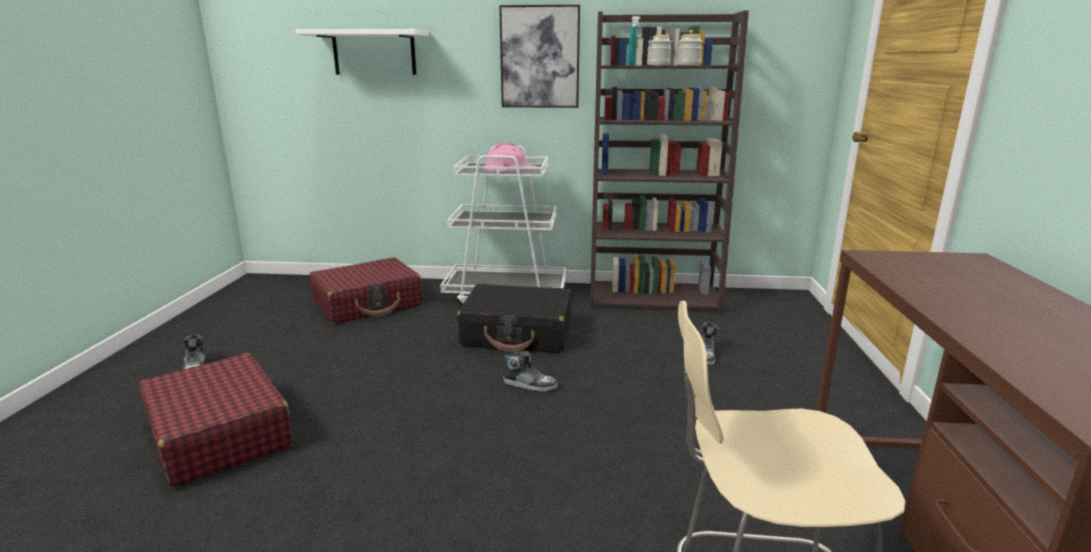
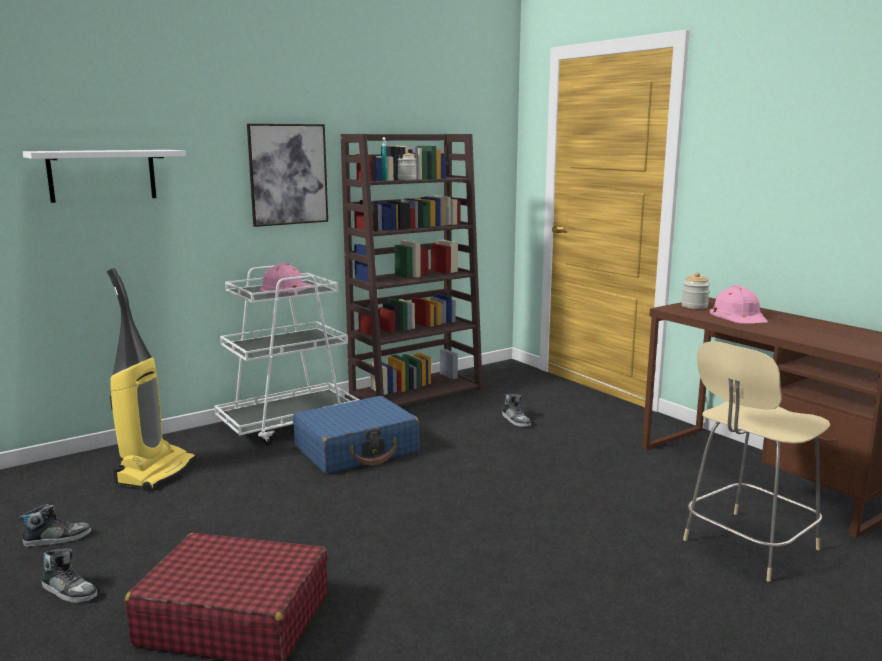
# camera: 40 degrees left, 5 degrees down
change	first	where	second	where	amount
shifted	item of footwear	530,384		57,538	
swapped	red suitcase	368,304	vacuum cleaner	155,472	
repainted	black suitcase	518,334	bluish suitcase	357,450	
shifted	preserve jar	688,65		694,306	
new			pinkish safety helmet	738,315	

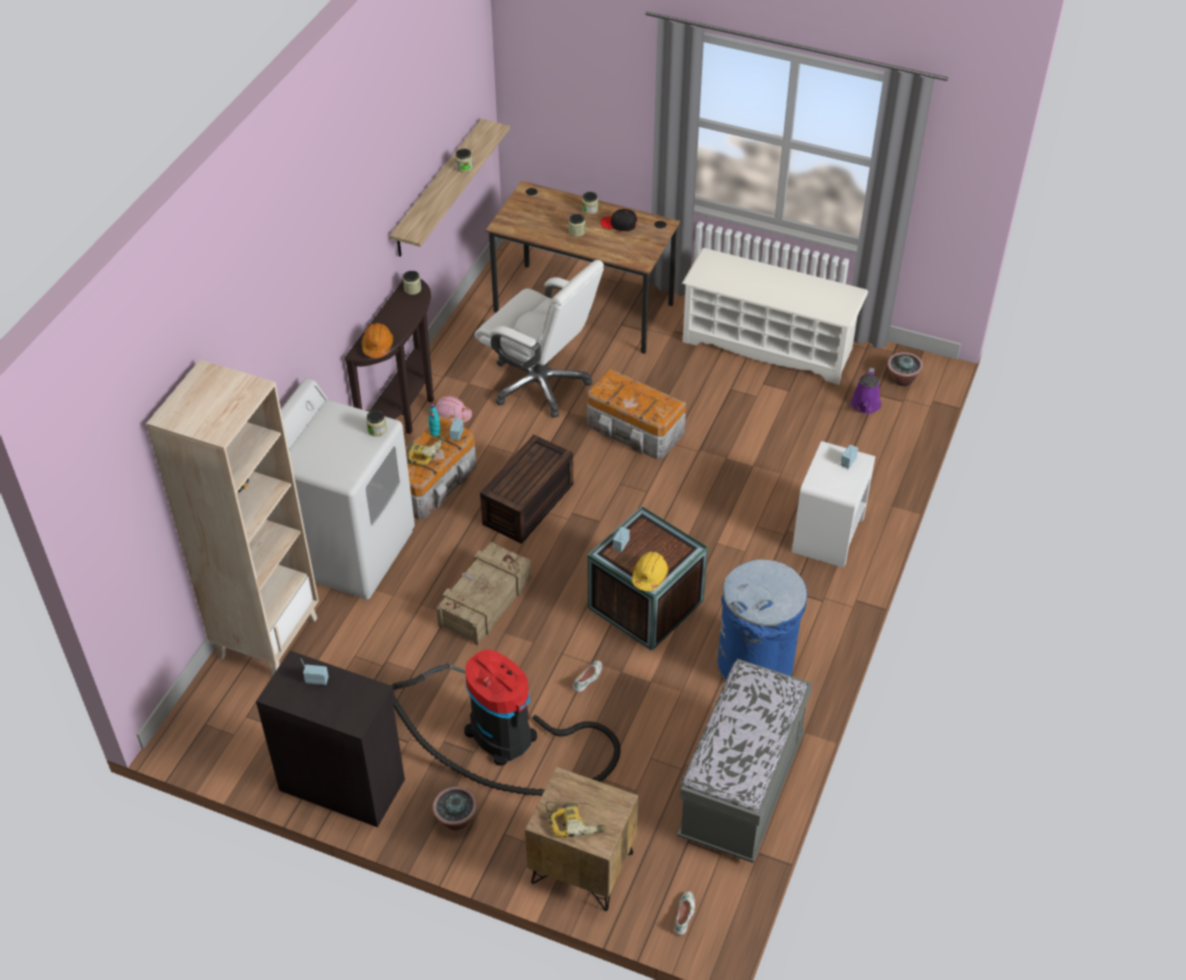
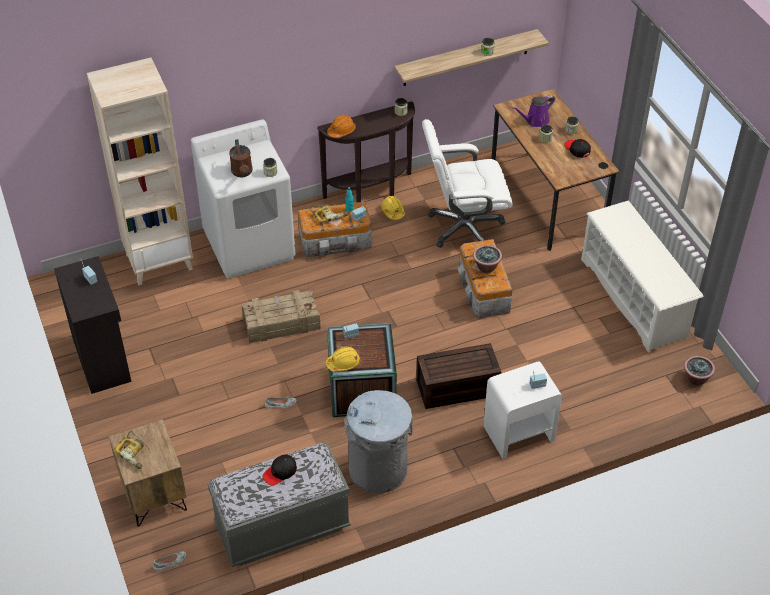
# camera: 45 degrees right, 0 degrees up
change	first	where	second	where	amount
new			brownish watering can	242,173	
new			black baseball cap	280,472	
repainted	bluish rubbish bin	756,664	gray rubbish bin	378,470	
repainted	pinkish safety helmet	452,415	yellow-coloured safety helmet	392,211	
shifted	brownish storage bin	528,505		456,389	
rotated	white-coloured office chair	541,384		464,227	90 degrees clockwise
shifted	potted plant	456,820		486,267	
shifted	purplish watering can	865,406		535,121	
gone	vacuum cleaner	508,739			

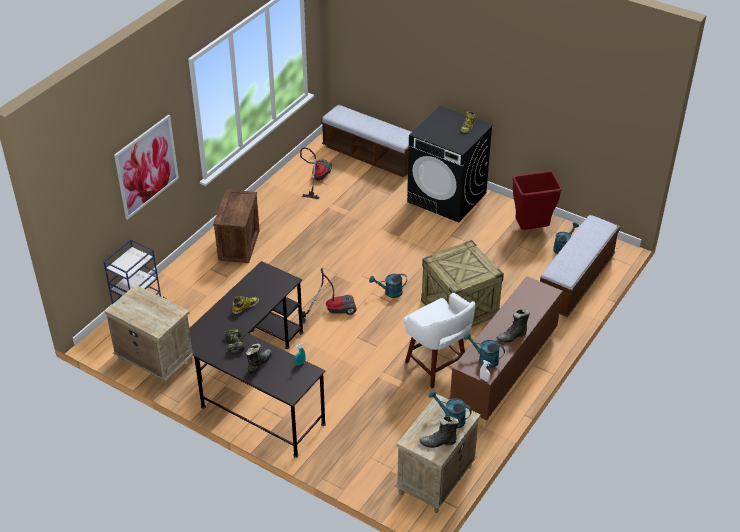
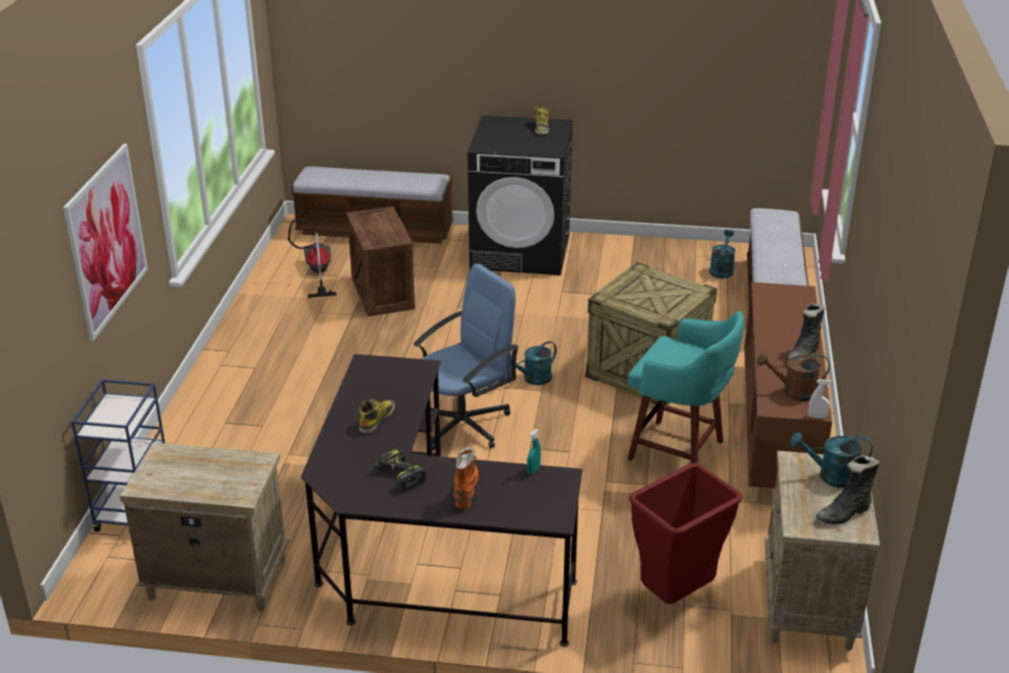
# camera: 25 degrees left, 10 degrees down
change	first	where	second	where	amount
shifted	crate	238,244		381,293	
swapped	vacuum cleaner	332,310	bluish office chair	464,424	
repainted	black tall boot	259,363	orange tall boot	465,491	
repainted	white-coloured stool	437,366	turquoise-coloured stool	679,451	
shifted	red rubbish bin	531,230		676,597	
repainted	turquoise-coloured watering can	484,359	brownish watering can	793,392	

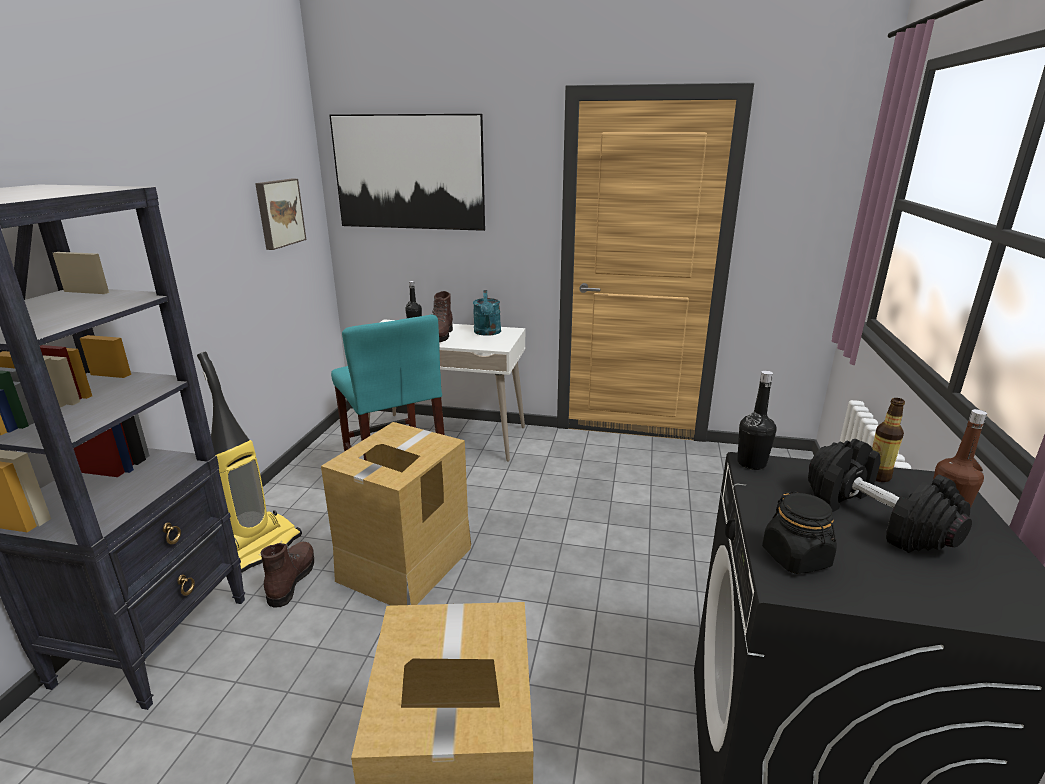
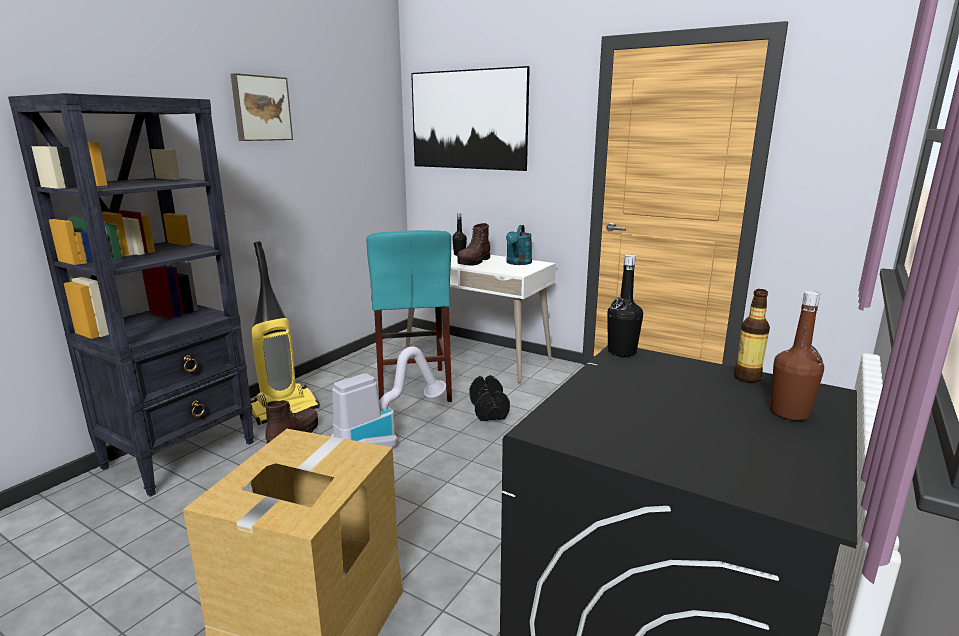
# camera: 20 degrees right, 5 degrees down
change	first	where	second	where	amount
shifted	wall art	279,213		261,108	
swapped	carton	404,563	vacuum cleaner	385,441	
shifted	black free weight	877,518		489,410	
gone	black preserve jar	796,558			

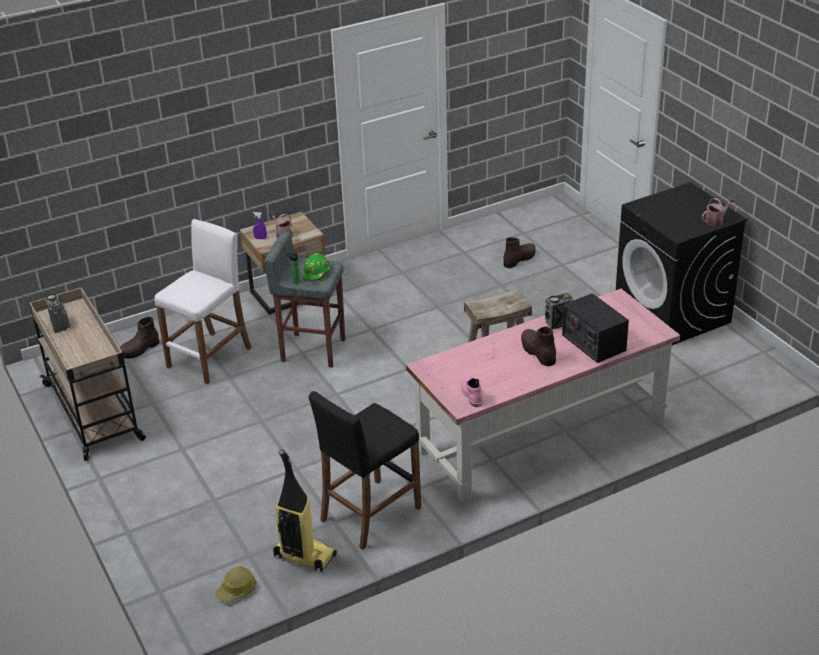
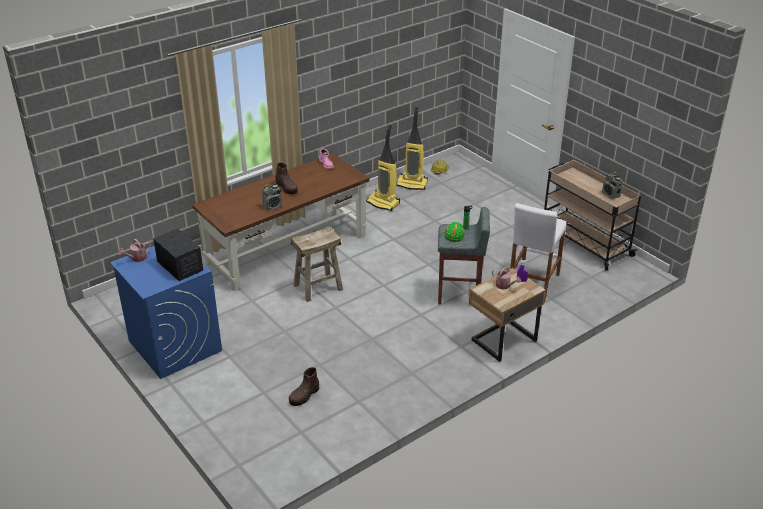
# camera: 170 degrees right, 0 degrees up
change	first	where	second	where	amount
repainted	black washing machine	673,314	bluish washing machine	174,345	
shifted	radio receiver	593,342		180,266	
repainted	pinkish desk table	540,435	brownish desk table	287,248	
swapped	black stool	370,514	vacuum cleaner	383,203	
gone	brownish tall boot	140,350			

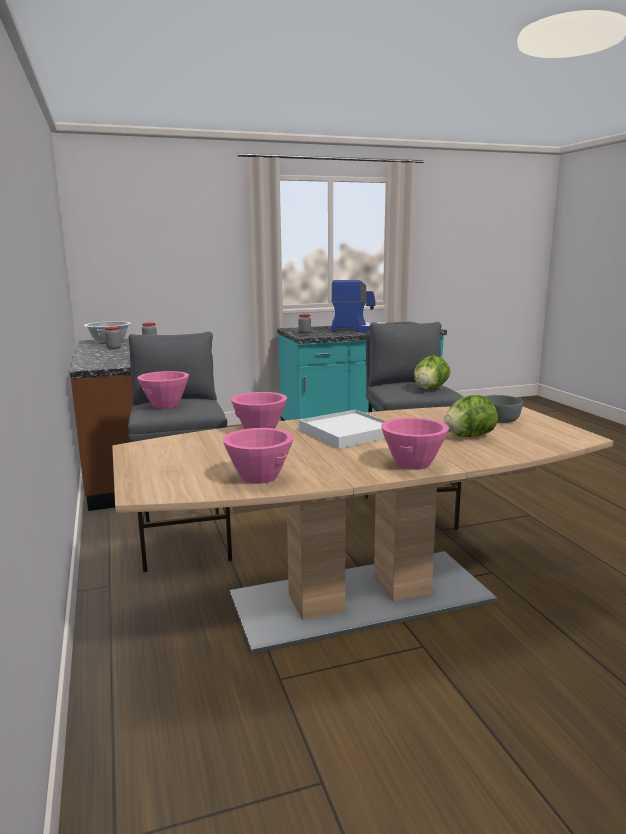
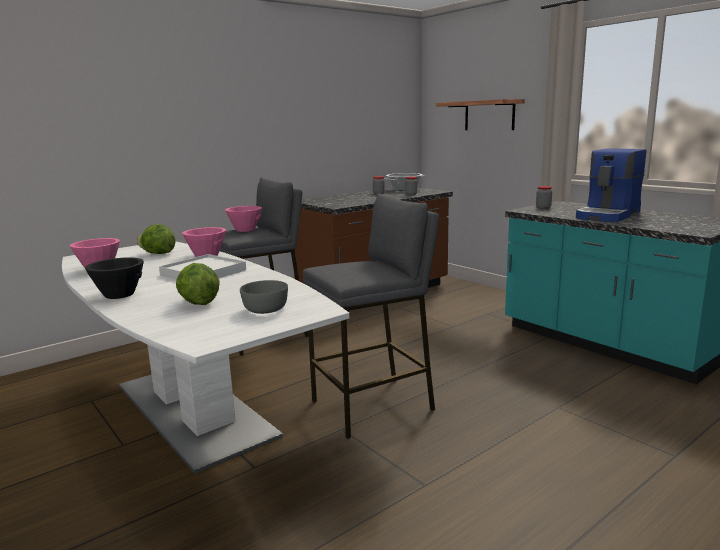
# camera: 70 degrees right, 0 degrees up
change	first	where	second	where	amount
repainted	brownish kitchen table	360,598	white-coloured kitchen table	193,409	
repainted	pinkish bowl	412,463	black bowl	119,294	
shifted	head of lettuce	430,389		158,253	
new			wall shelf	489,115	
rotated	coffee brewer	357,330		608,215	60 degrees clockwise

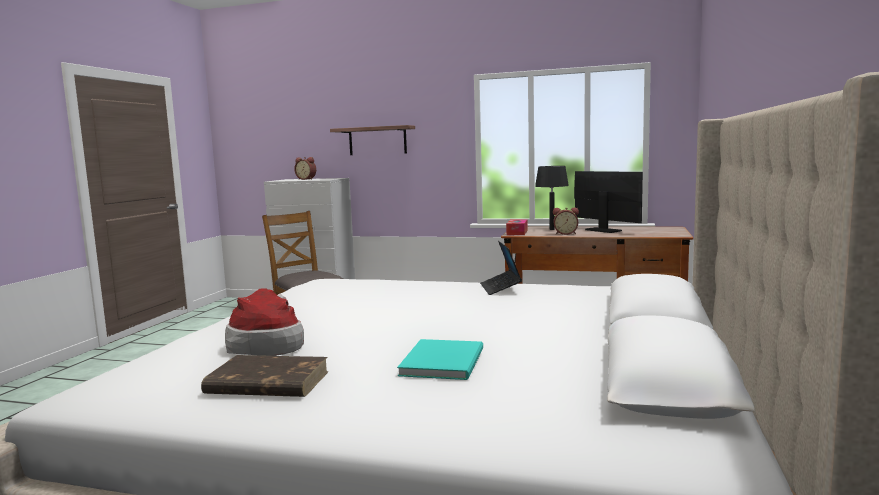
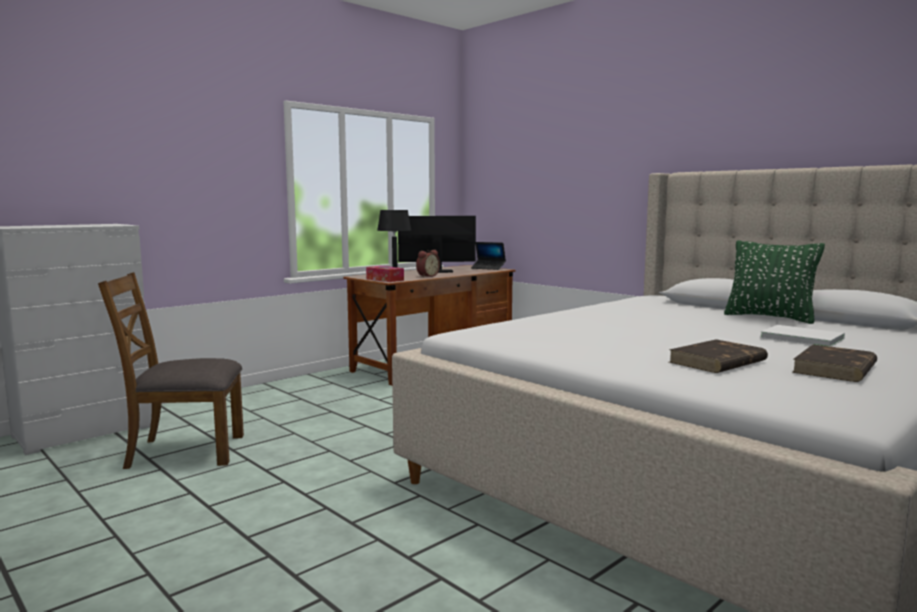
# camera: 60 degrees left, 0 degrees up
change	first	where	second	where	amount
shifted	laptop	500,288		488,268	
swapped	clothing hat	268,344	brownish book	717,362	
new			green-coloured throw pillow	770,317	
repainted	turquoise-coloured book	445,361	white-coloured book	800,338	
gone	table clock	306,179			
gone	wall shelf	377,141			

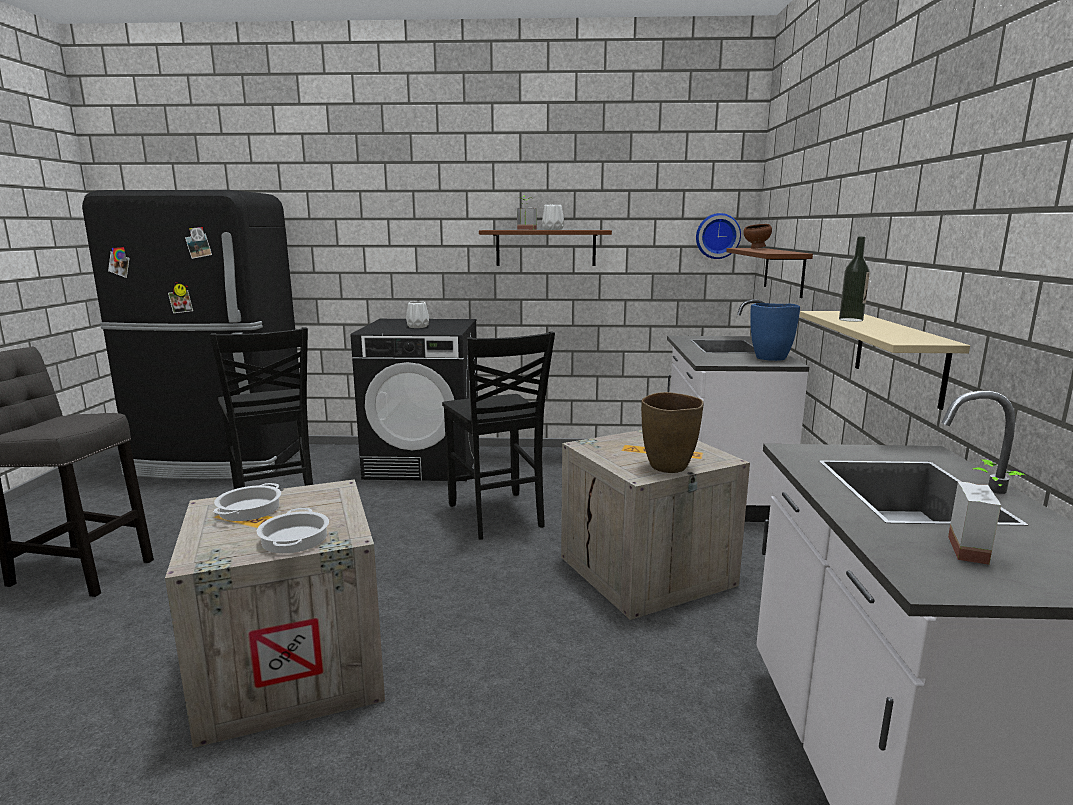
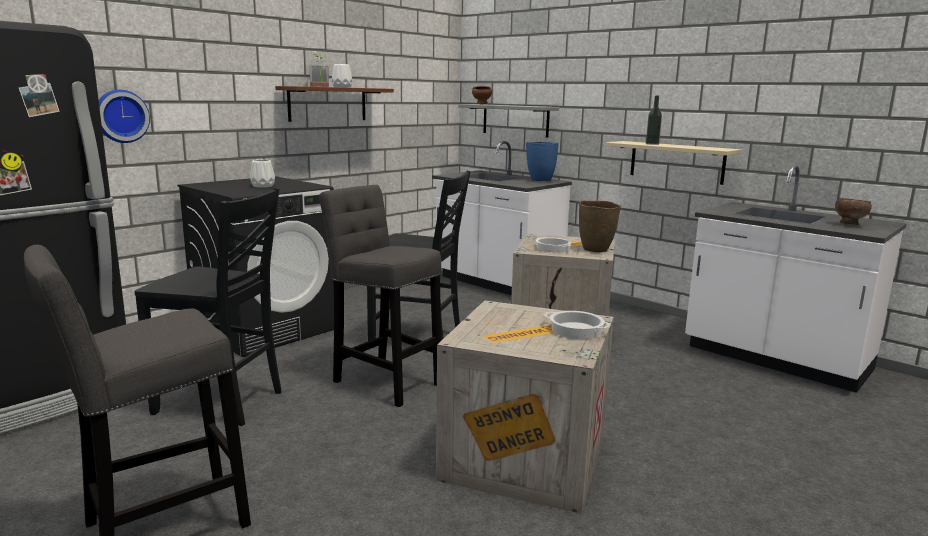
# camera: 50 degrees left, 0 degrees up
change	first	where	second	where	amount
shifted	wall clock	717,236		121,116	
new			gray stool	384,381	
repainted	brownish wall shelf	784,271	gray wall shelf	515,120	
shifted	saucepot	249,509		552,248	
swapped	potted plant	981,552	brownish bowl	849,224	

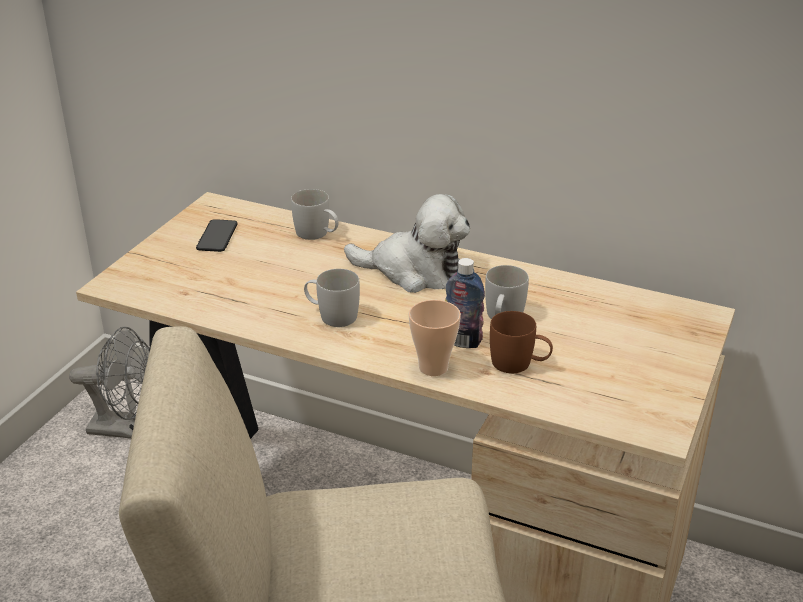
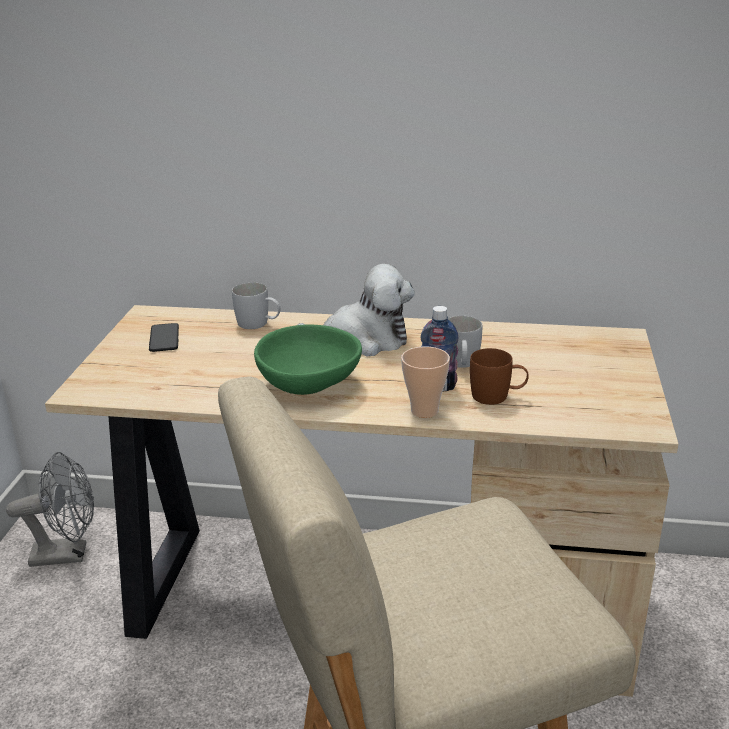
# camera: 15 degrees left, 5 degrees down
change	first	where	second	where	amount
swapped	white-coloured tea mug	331,315	green-coloured bowl	308,385	

